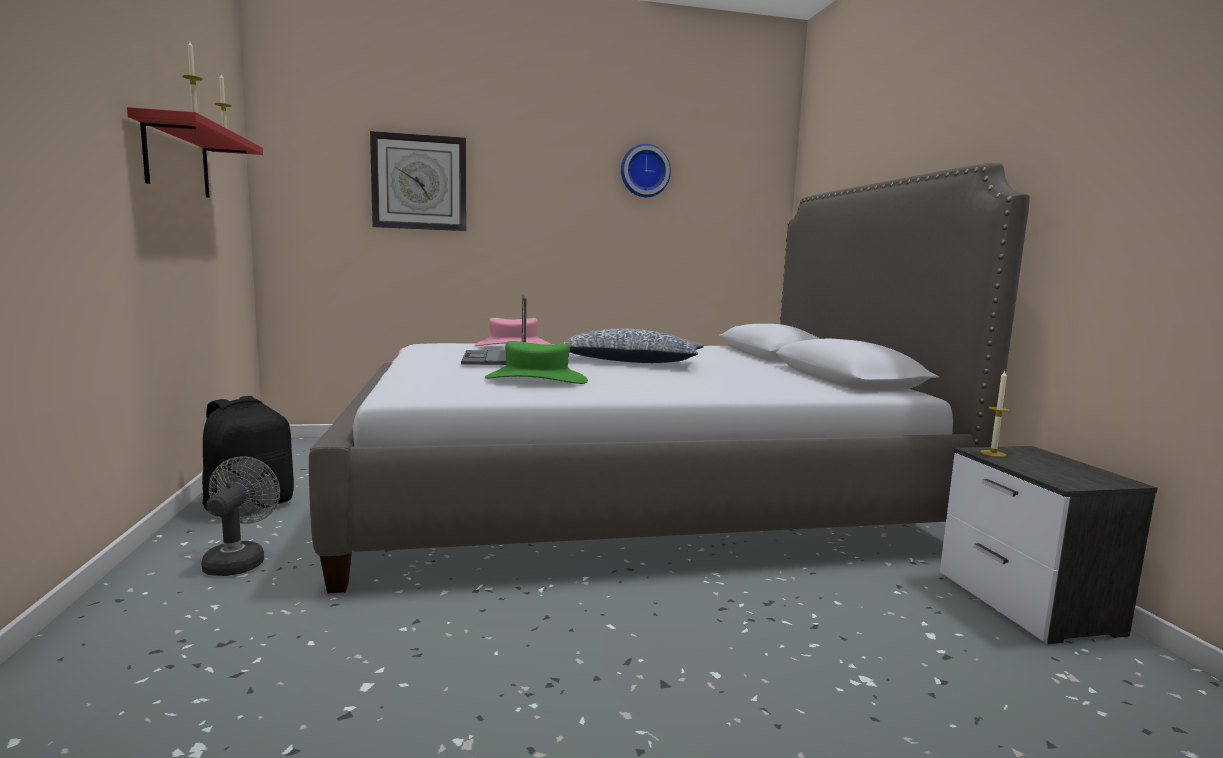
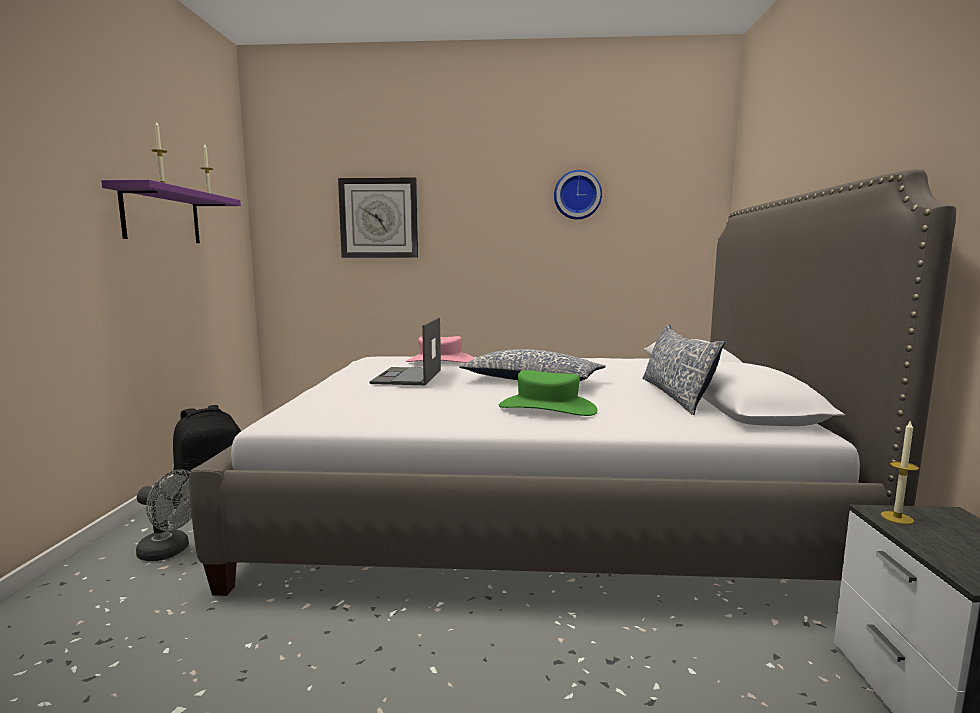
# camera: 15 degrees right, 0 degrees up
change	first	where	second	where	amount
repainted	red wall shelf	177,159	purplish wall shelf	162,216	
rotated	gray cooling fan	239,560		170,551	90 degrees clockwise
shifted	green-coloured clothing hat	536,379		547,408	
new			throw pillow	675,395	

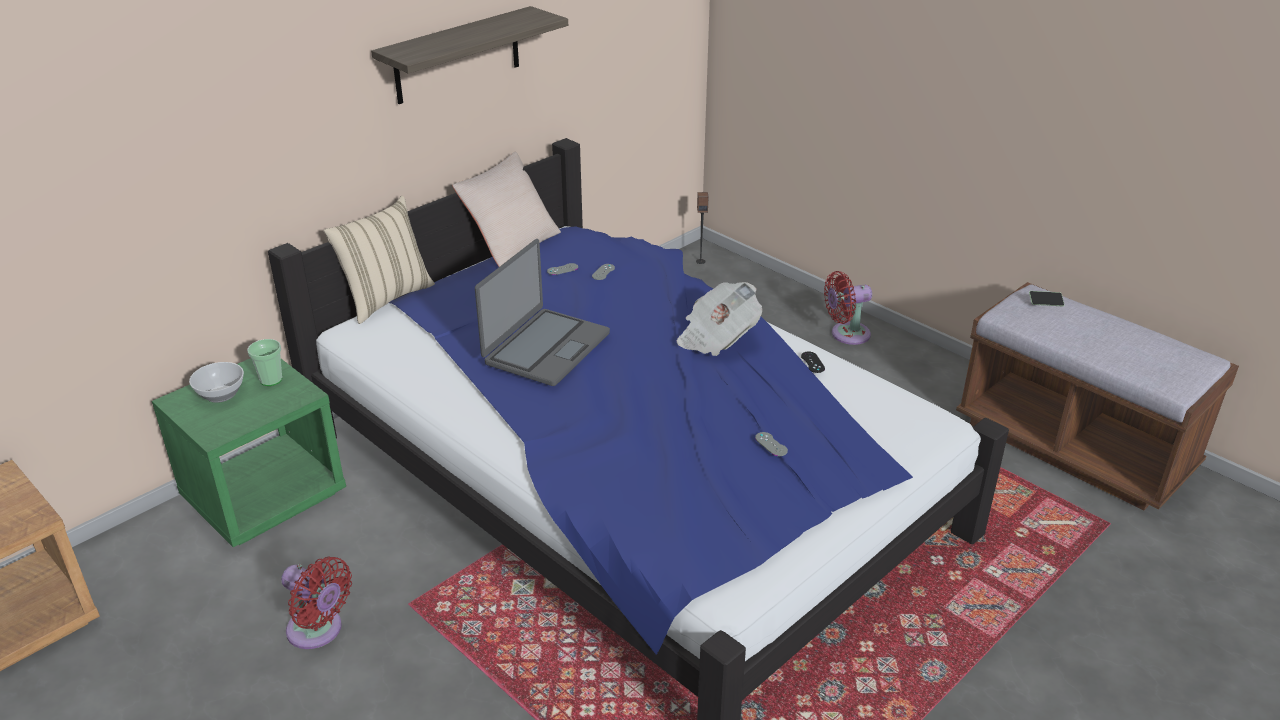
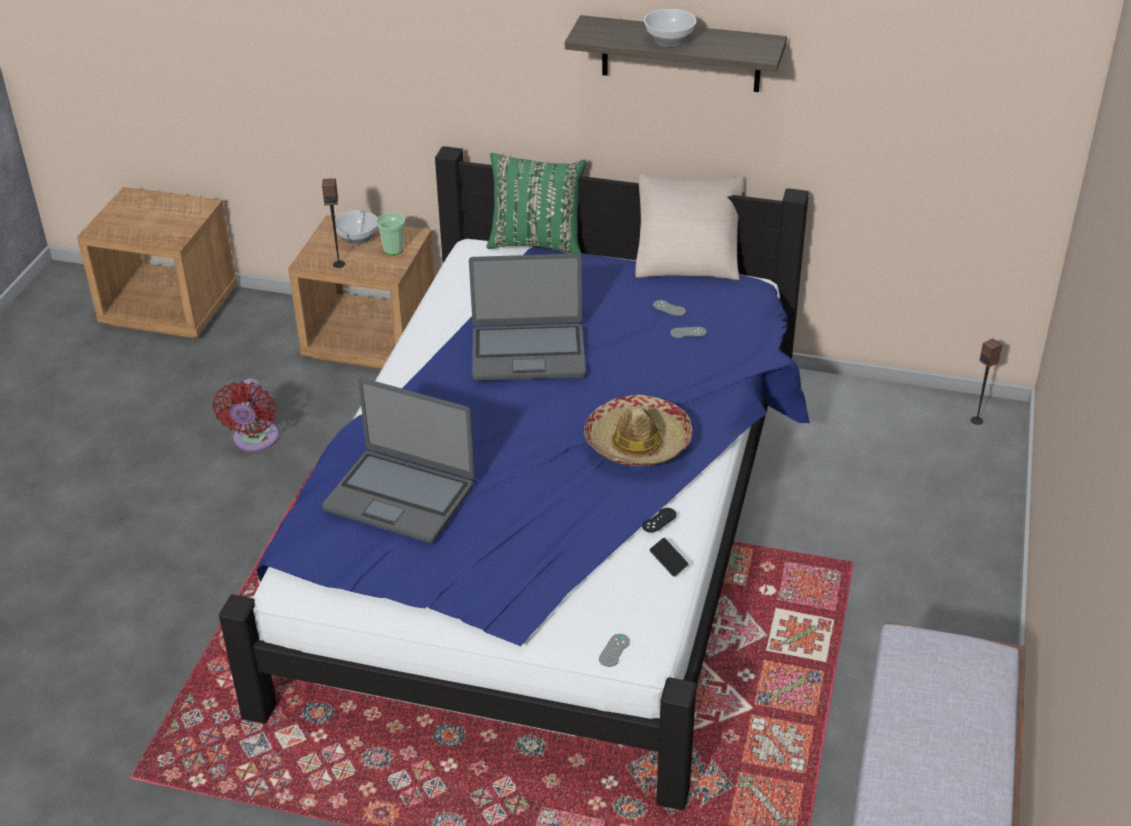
# camera: 60 degrees right, 5 degrees up
change	first	where	second	where	amount
repainted	green-coloured night table	265,496	brownish night table	372,340	
new			speaker	339,264	
new			laptop	400,496	
repainted	beige-coloured throw pillow	386,298	green-coloured throw pillow	537,243	
swapped	daily paper	717,337	clothing hat	638,442	
shifted	gray joypad	771,444		614,650	
new			bowl	668,40	
shifted	phone	1045,303		669,561	
gone	red cooling fan	846,334			

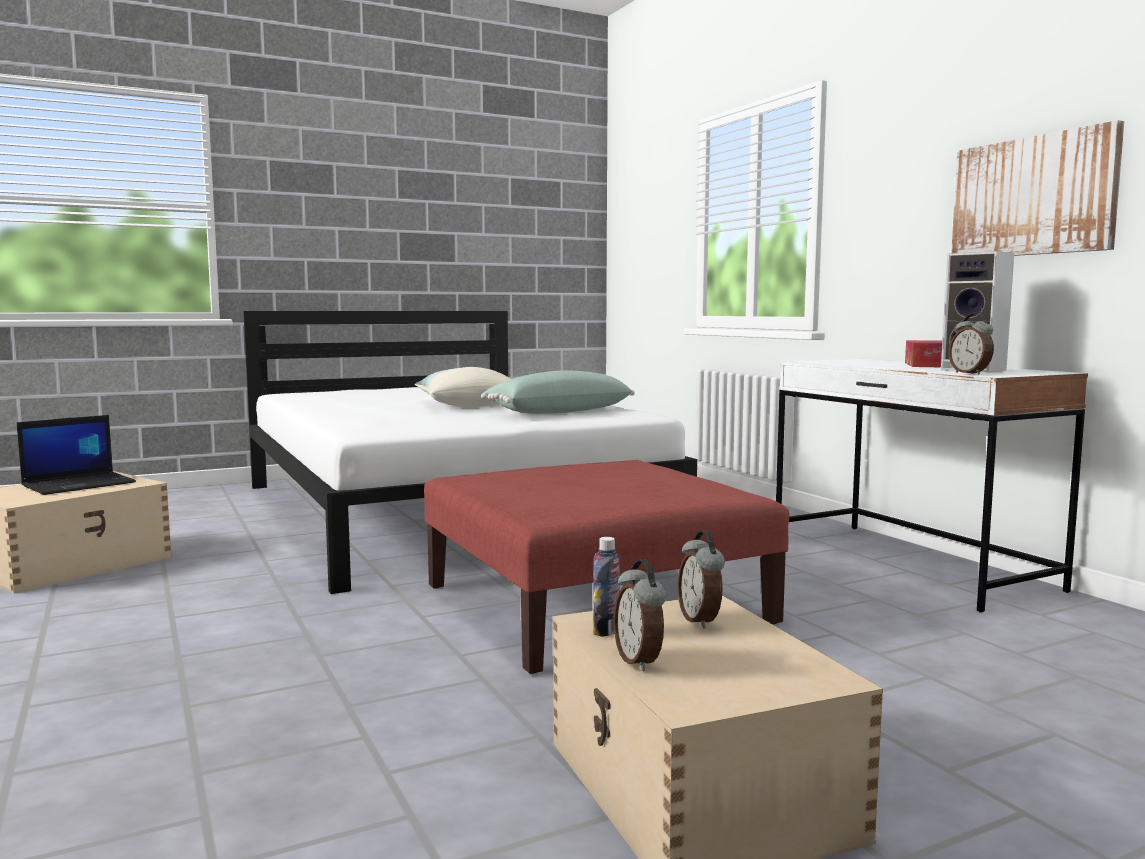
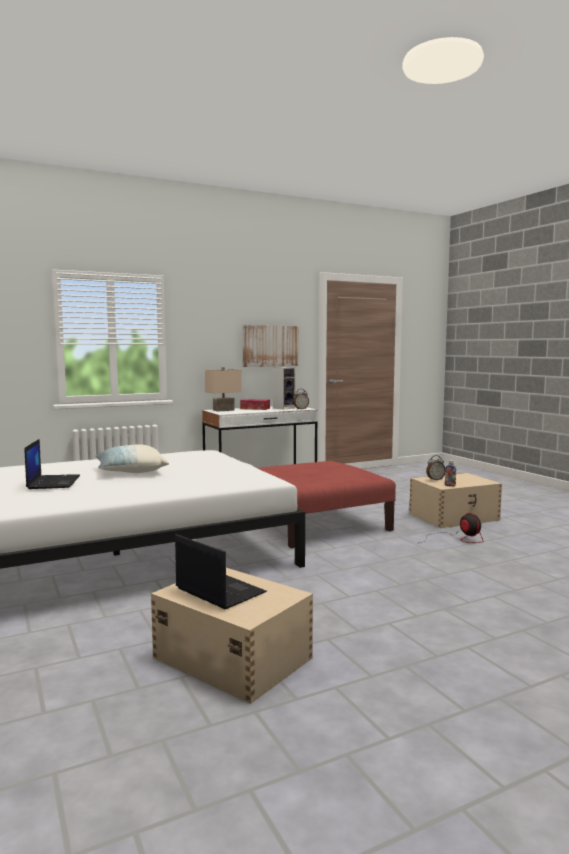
# camera: 90 degrees left, 0 degrees up
change	first	where	second	where	amount
new			laptop	53,482	
new			beige-coloured table lamp	223,410	
new			cooling fan	457,539	
gone	green-coloured throw pillow	558,412			
gone	table clock	640,661			

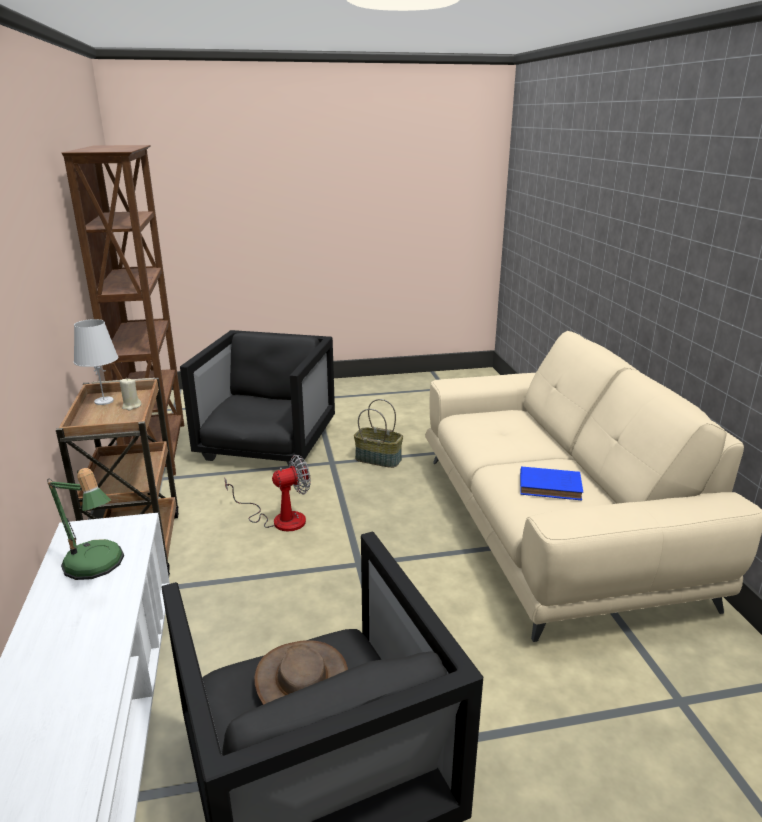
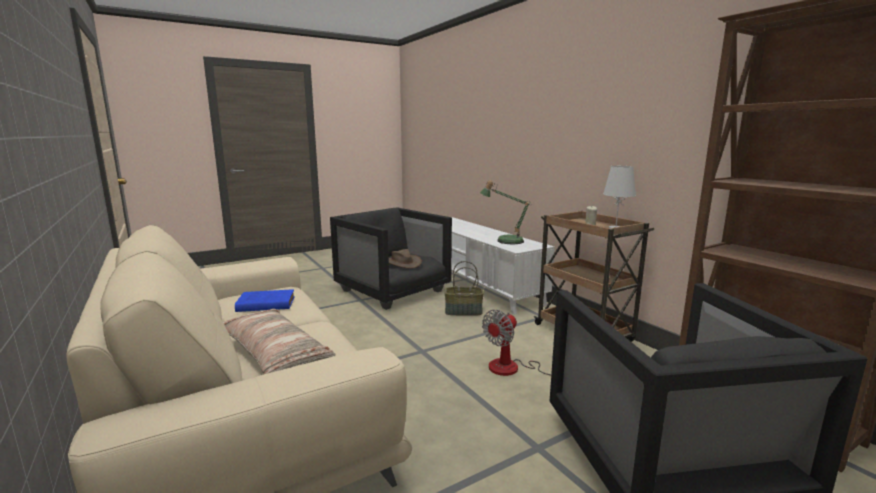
# camera: 160 degrees right, 10 degrees down
change	first	where	second	where	amount
new			throw pillow	273,354	
shifted	basket	379,459		463,312	

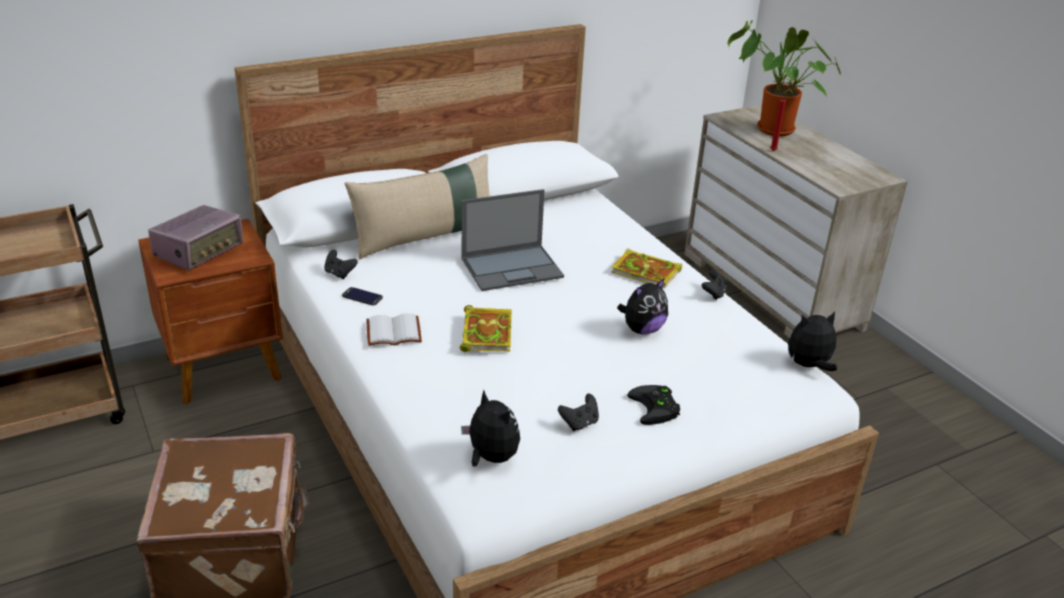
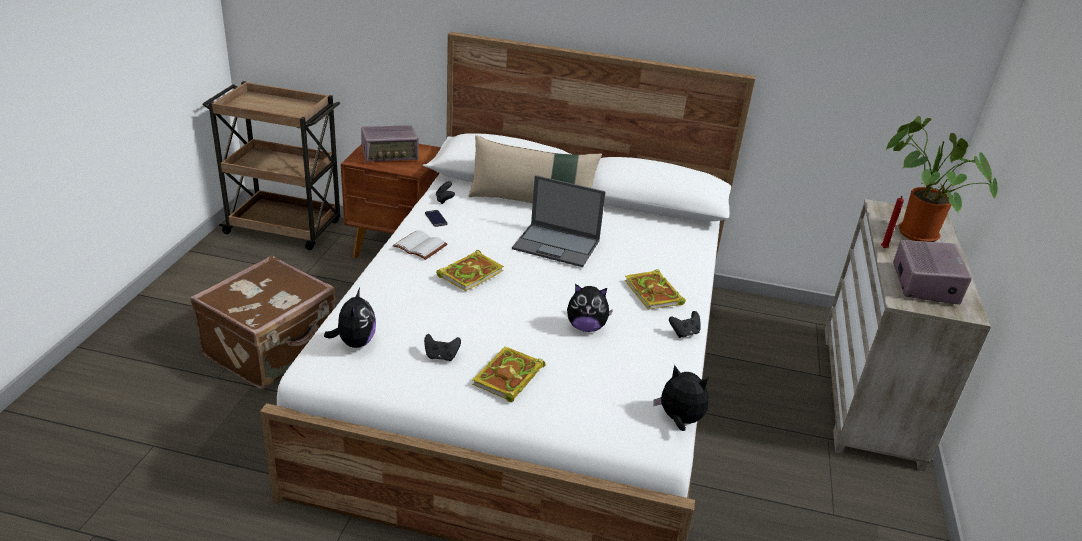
# camera: 40 degrees right, 0 degrees up
change	first	where	second	where	amount
swapped	black joypad	656,408	book	508,378	
new			radio receiver	925,284	

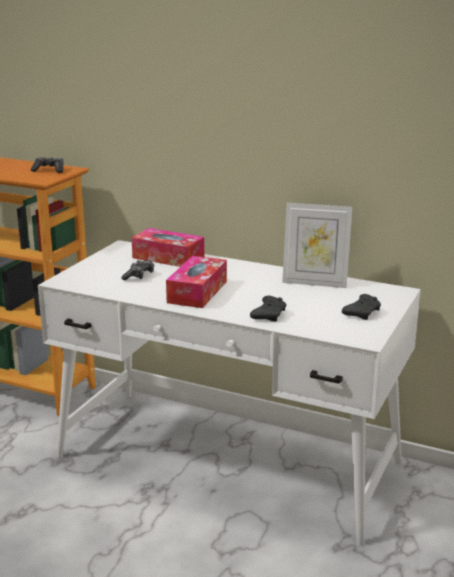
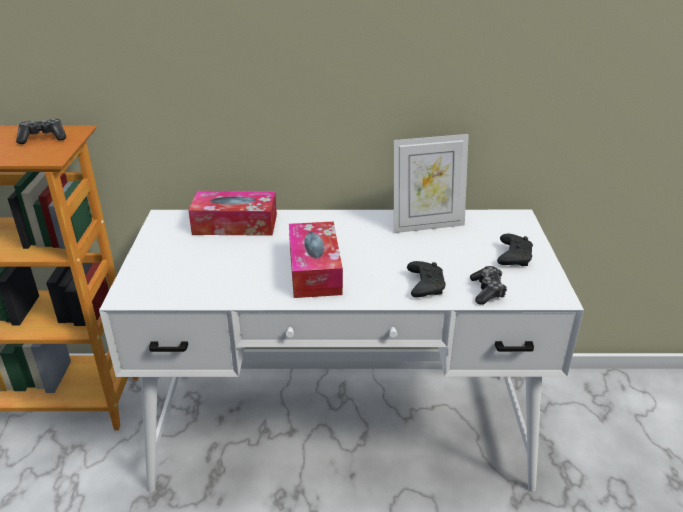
# camera: 25 degrees left, 10 degrees up
change	first	where	second	where	amount
shifted	joypad	139,276		487,291	

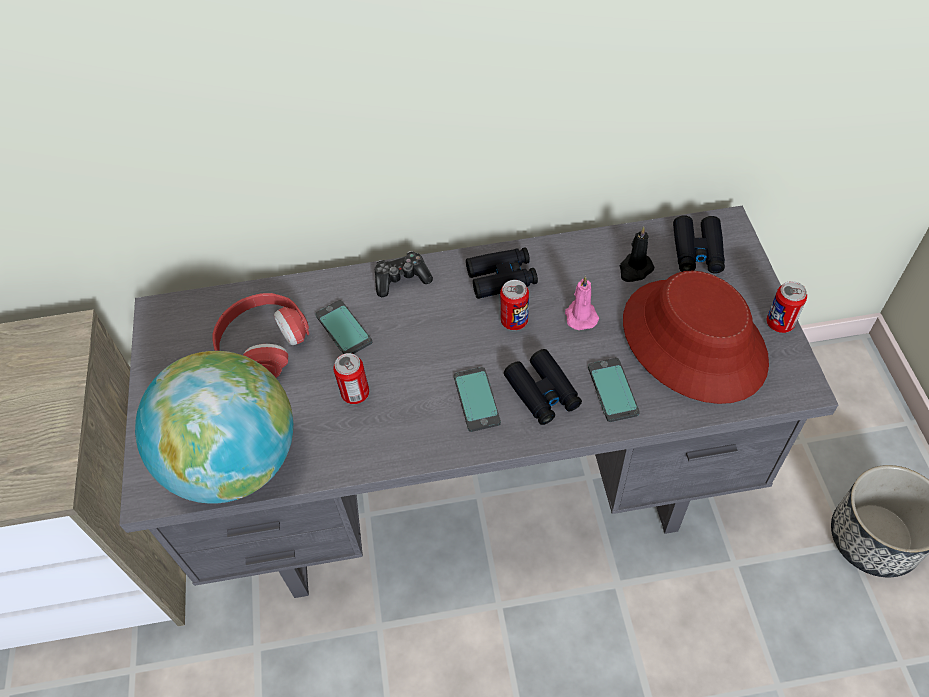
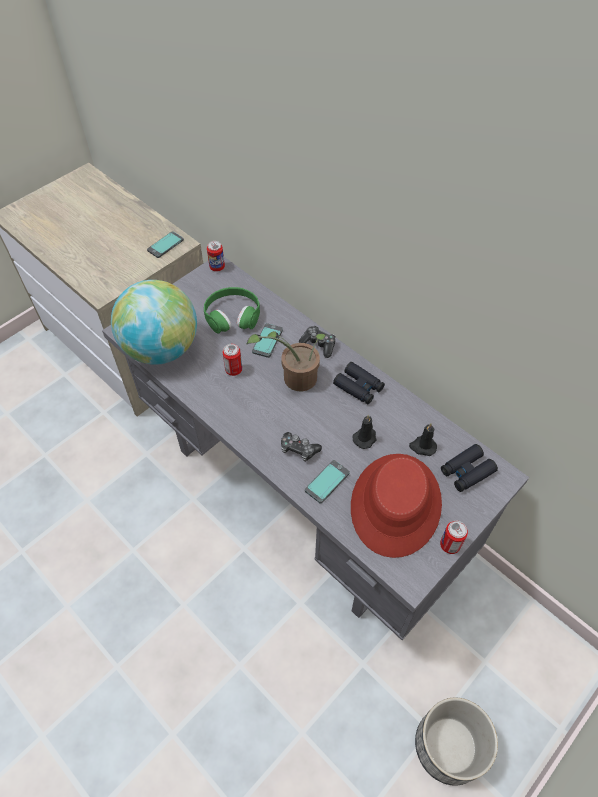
# camera: 50 degrees right, 0 degrees up
change	first	where	second	where	amount
shifted	phone	477,399		165,245	
repainted	red pair of headphones	263,344	green-coloured pair of headphones	232,316	
shifted	metal can	514,321		217,267	
new			potted plant	295,378	
swapped	black binoculars	542,392	joypad	299,449	
repainted	pinkish wax light	580,315	black wax light	365,438	

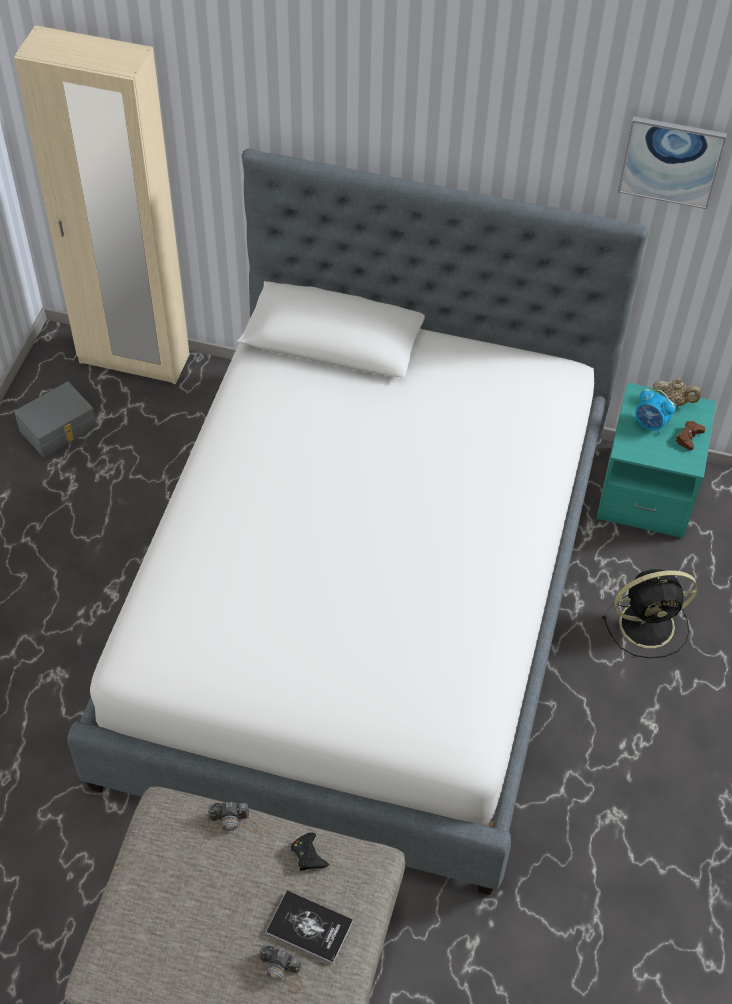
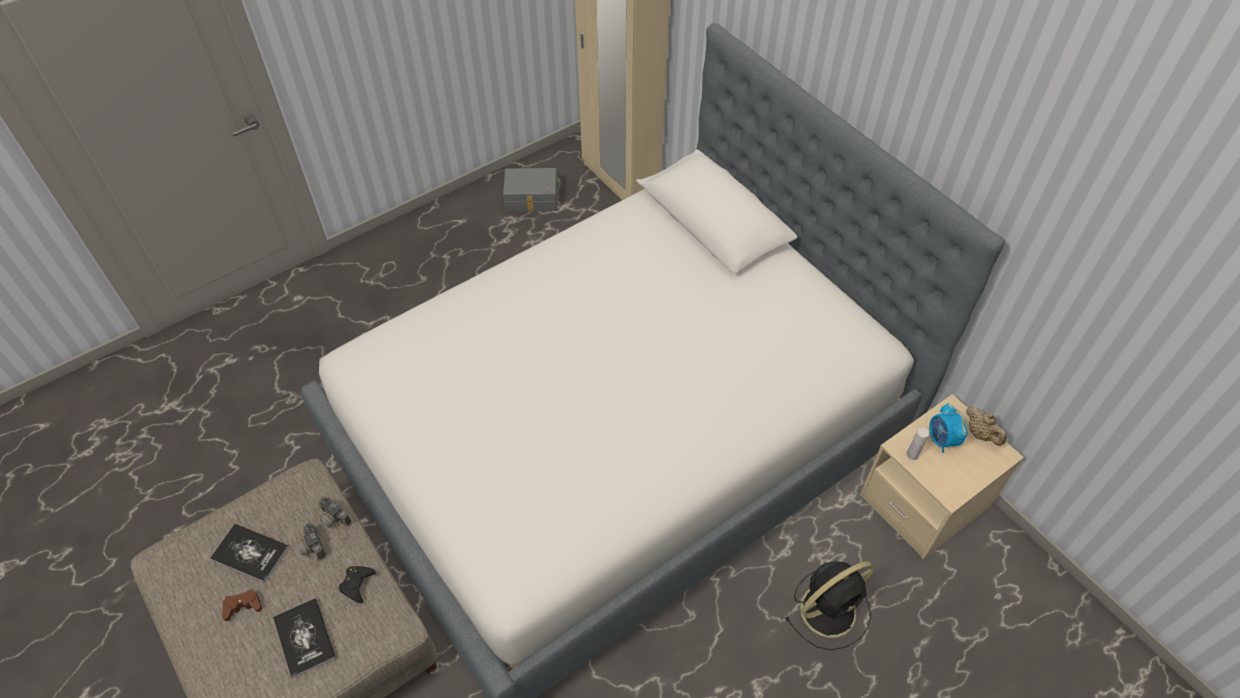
# camera: 40 degrees right, 0 degrees up
change	first	where	second	where	amount
new			book	250,553	
shifted	brownish joypad	689,437		243,606	
shifted	still camera	281,970		311,550	
rotated	black cooling fan	649,624		830,609	60 degrees counterclockwise
repainted	turquoise-coloured night table	646,492	beige-coloured night table	924,501	
new			white-coloured beverage bottle	912,454	
gone	wall art	671,161			

